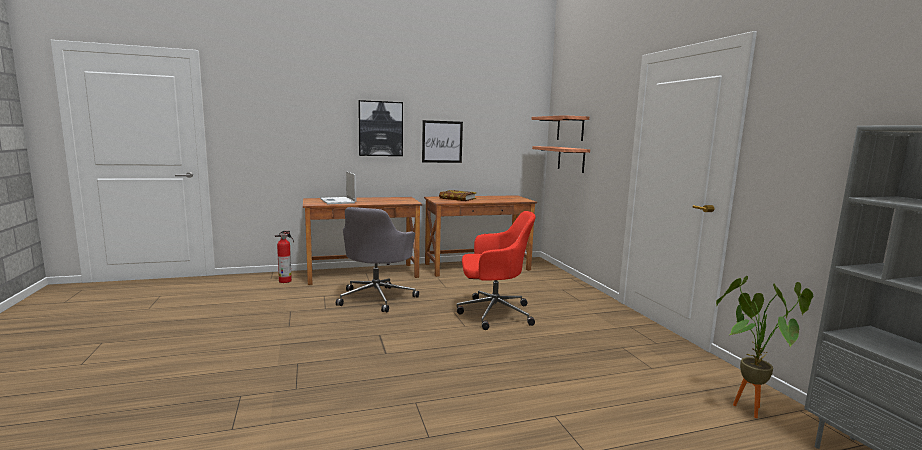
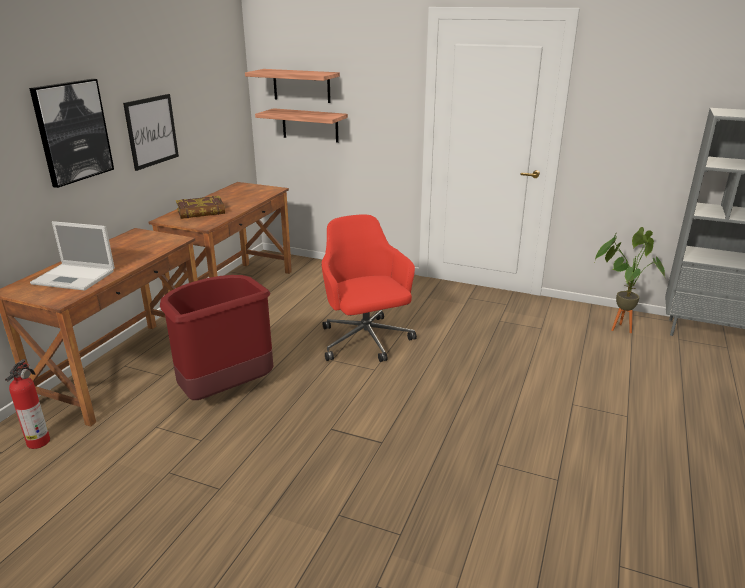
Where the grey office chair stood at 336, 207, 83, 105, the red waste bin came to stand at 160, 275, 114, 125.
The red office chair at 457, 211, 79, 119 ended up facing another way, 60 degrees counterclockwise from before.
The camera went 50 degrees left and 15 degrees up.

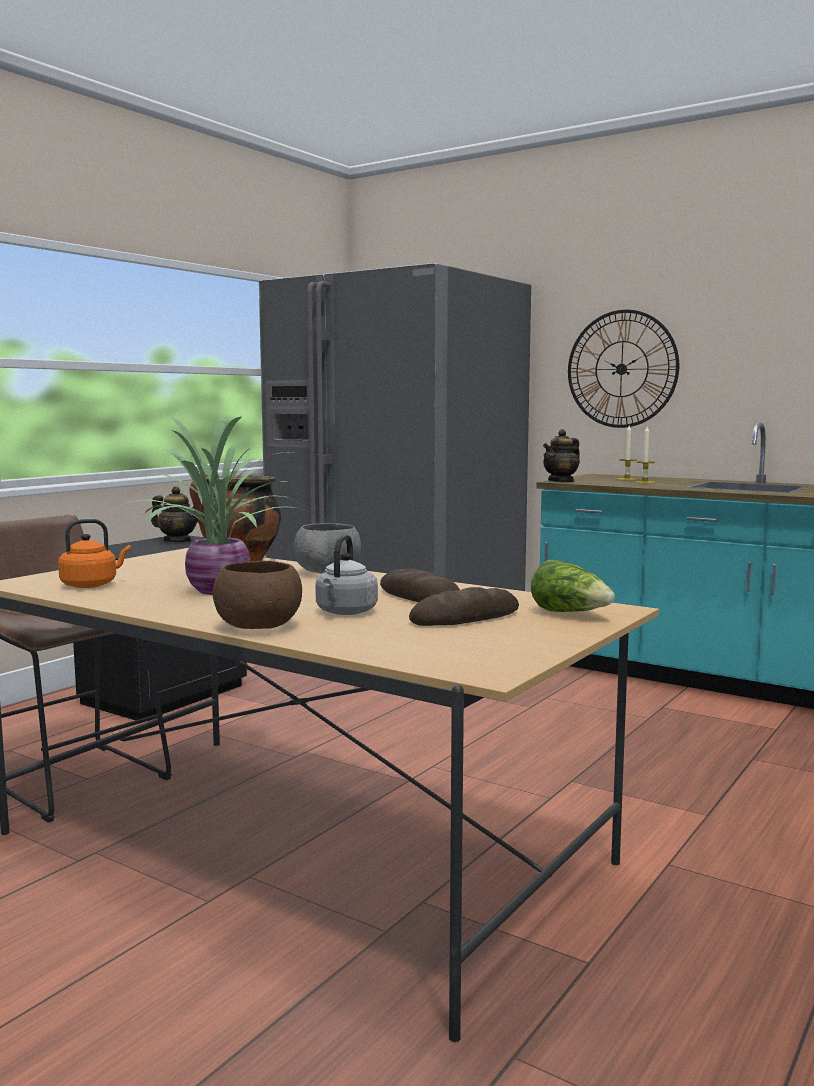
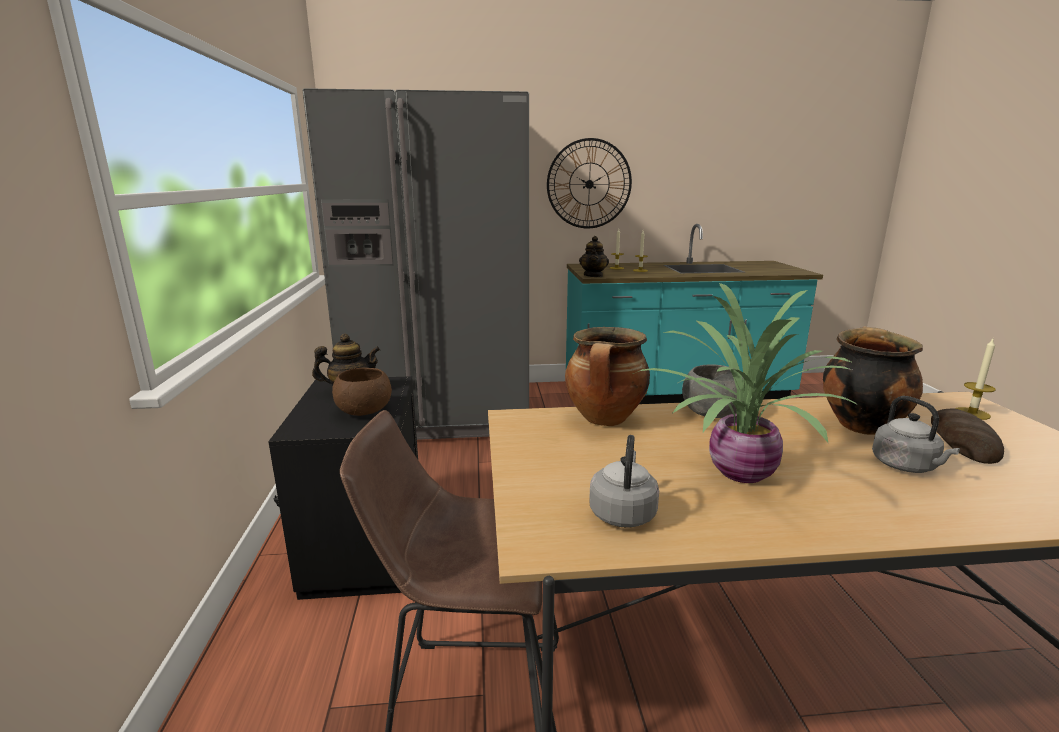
The brown serving bowl ended up elsewhere, having gone from 212, 561, 90, 68 to 332, 368, 60, 48.
Where the baked bread stood at 380, 569, 80, 33, the stockpot came to stand at 823, 326, 100, 109.
Where the lettuce head stood at 531, 559, 84, 53, the wax candle came to stand at 955, 339, 41, 81.
What was the orange-coloured water kettle at 58, 519, 73, 69 turned into the grey water kettle at 589, 435, 70, 92.
The camera went 40 degrees left and 10 degrees up.

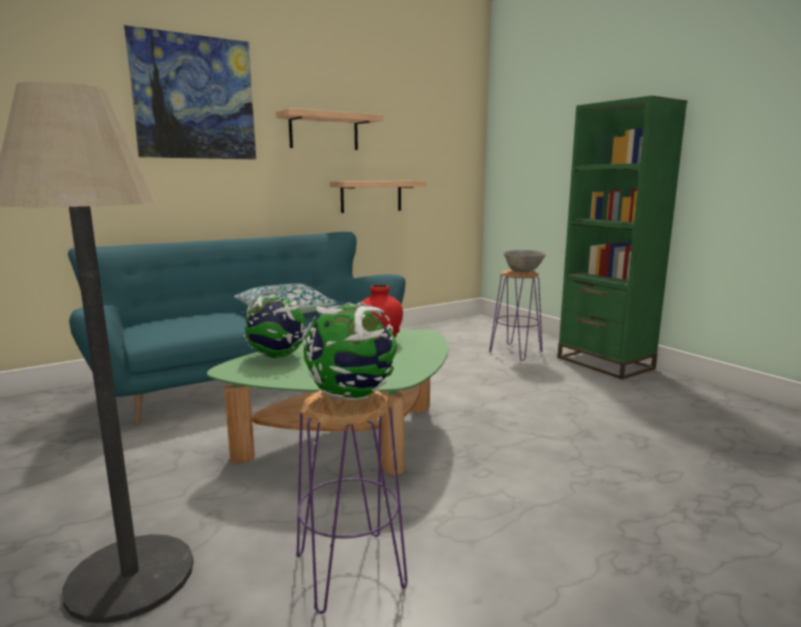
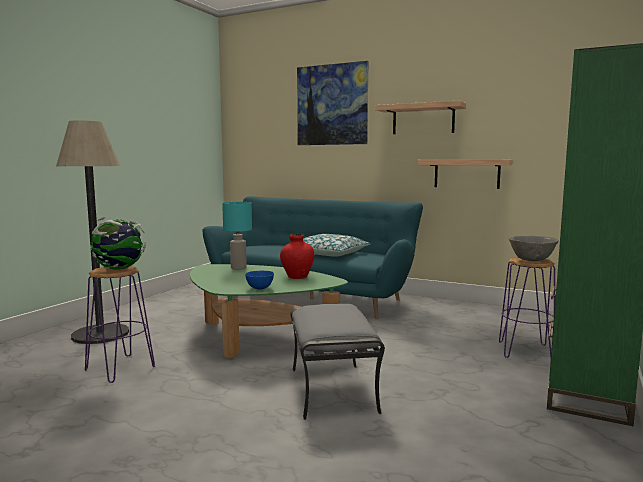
The second view gained the blue-coloured serving bowl at 245, 271, 29, 19.
The second view gained the grey ottoman at 290, 304, 95, 116.
Where the globe stood at 244, 291, 62, 67, the turquoise tabletop lamp came to stand at 222, 202, 30, 68.
The camera went 60 degrees right and 5 degrees down.

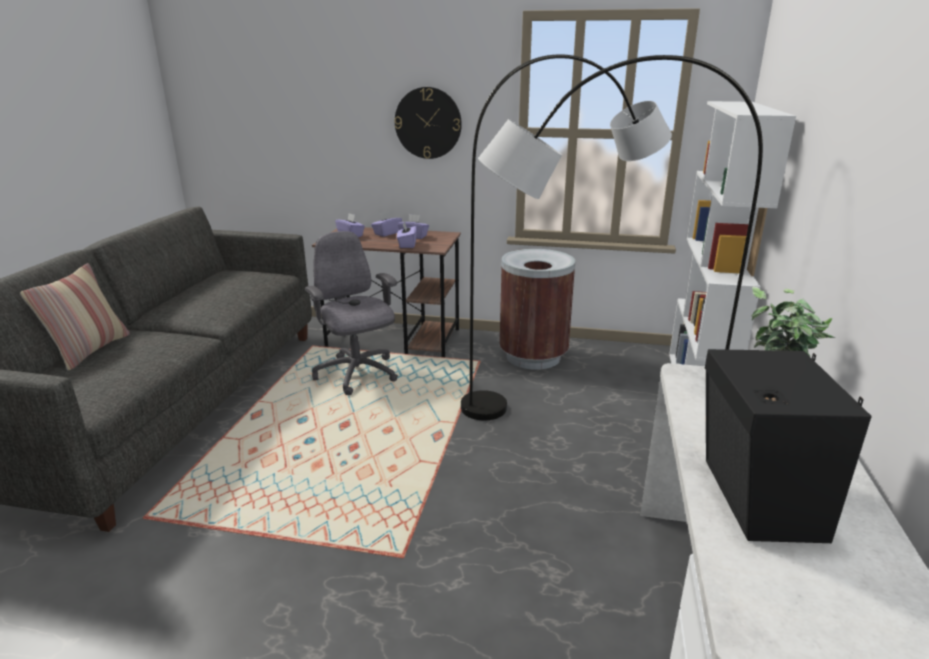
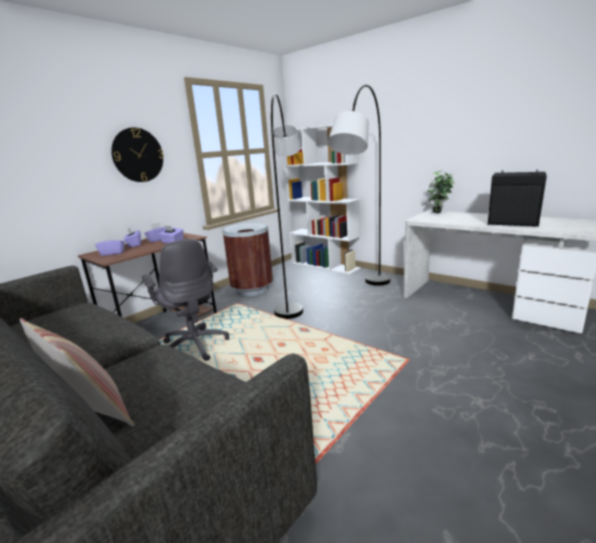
The grey office chair at 305, 231, 93, 164 ended up facing another way, 120 degrees counterclockwise from before.
The camera went 60 degrees left and 5 degrees down.

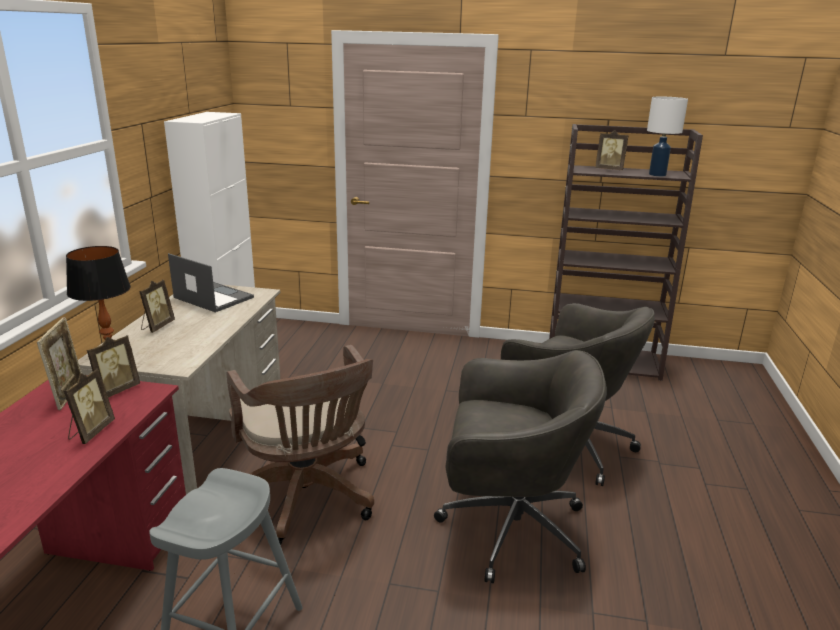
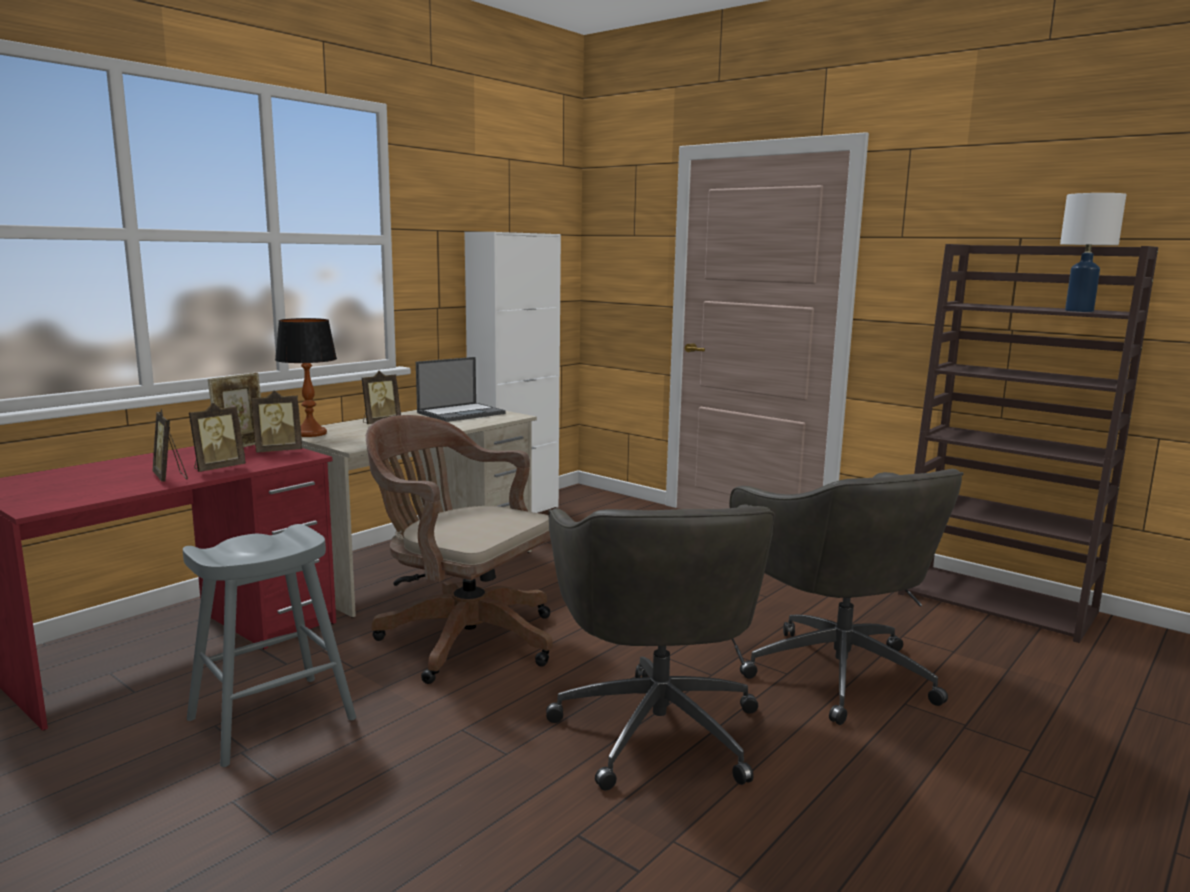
The standing frame ended up elsewhere, having gone from 595, 130, 34, 40 to 152, 409, 36, 73.
The notebook computer at 168, 253, 86, 60 ended up facing another way, 75 degrees clockwise from before.
The brown office chair at 227, 345, 147, 200 ended up facing another way, 120 degrees clockwise from before.
The grey office chair at 434, 350, 173, 233 ended up facing another way, 45 degrees clockwise from before.
The camera went 30 degrees right and 10 degrees down.

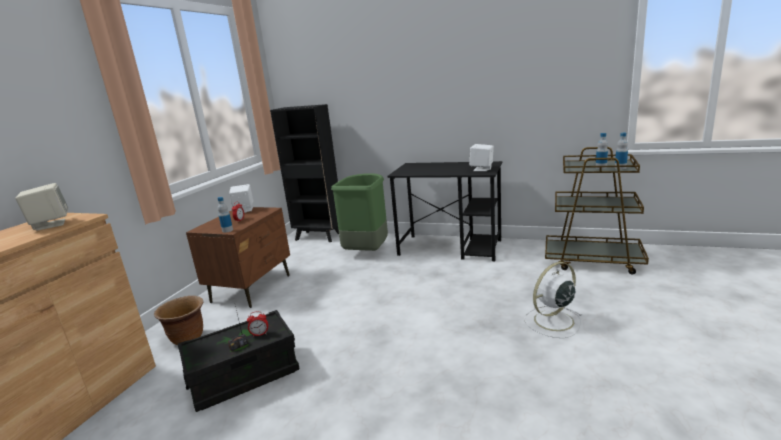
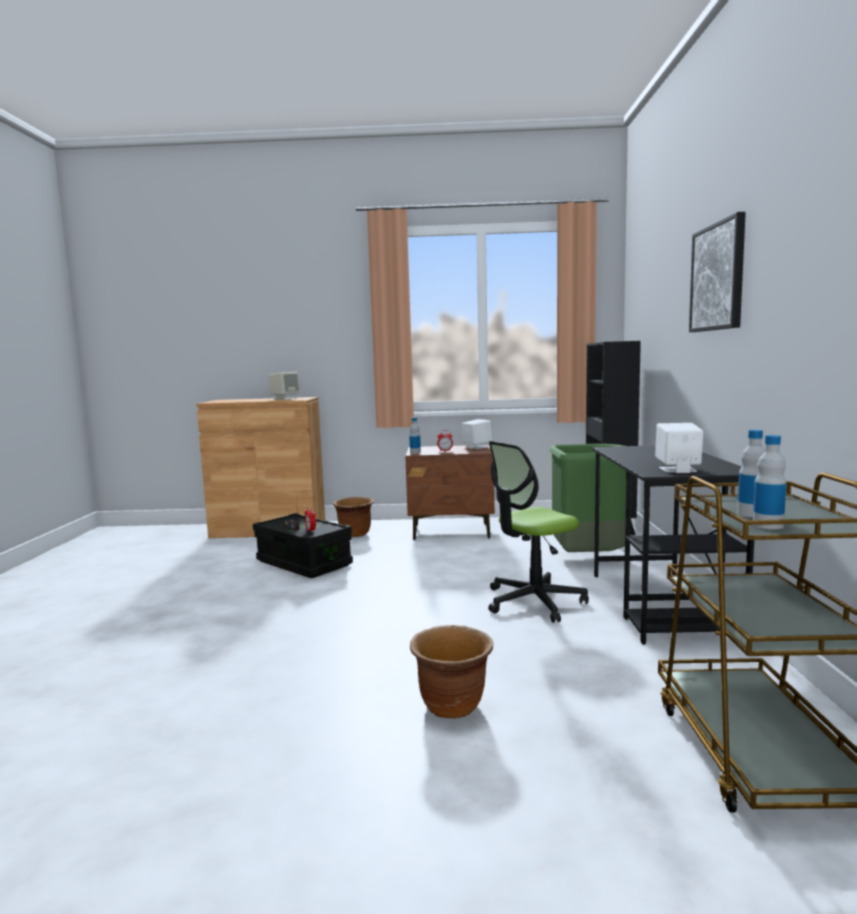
The second view gained the office chair at 488, 441, 101, 181.
The second view gained the picture at 689, 212, 57, 120.
Where the white electric fan stood at 524, 262, 58, 76, the brown plant pot came to stand at 410, 625, 83, 94.
The camera went 70 degrees right and 10 degrees down.

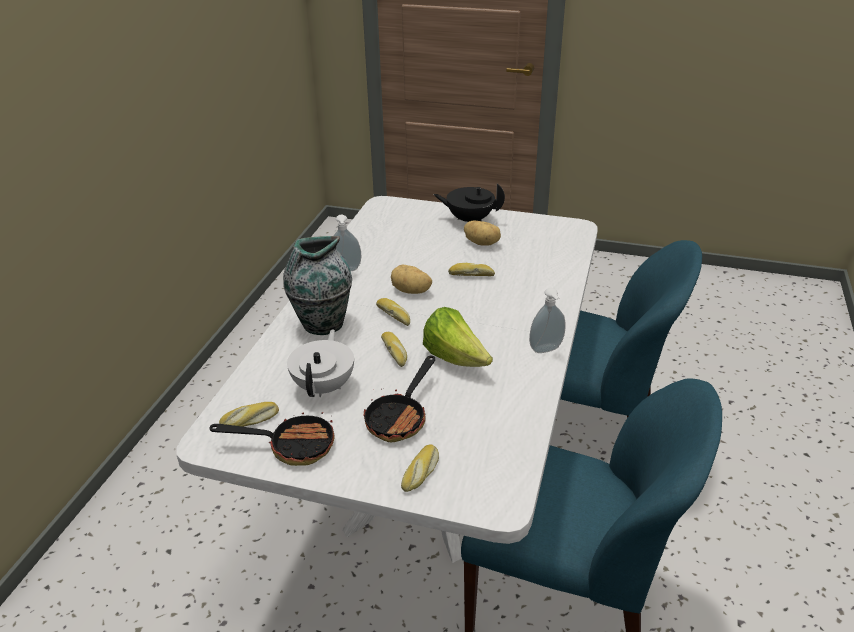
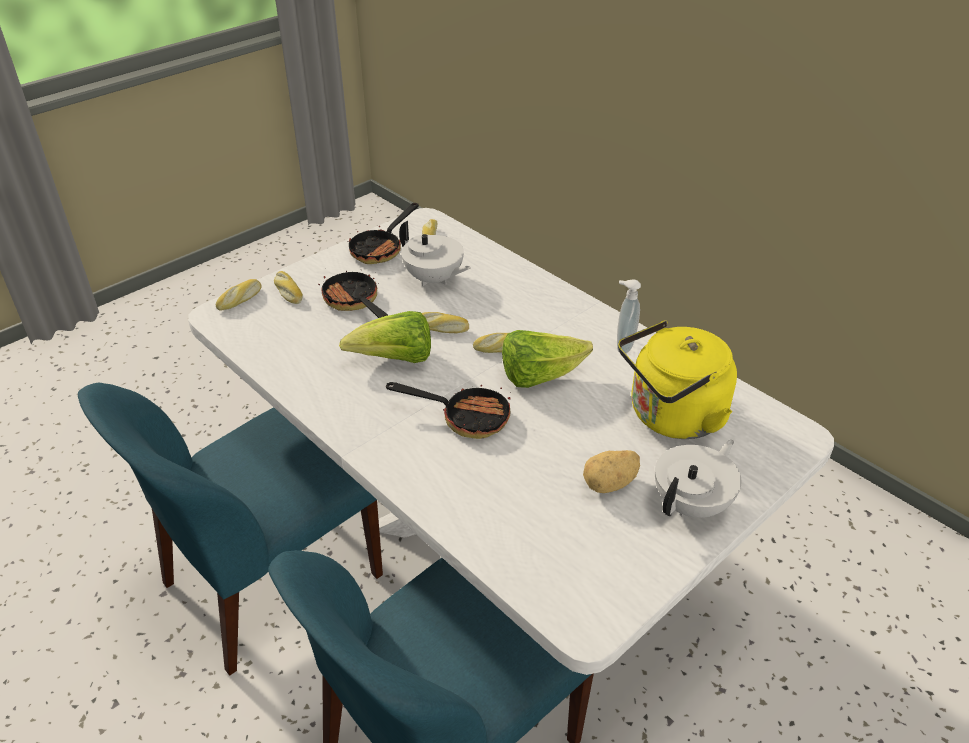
The second view lost the decorative vase at 283, 236, 69, 99.
The second view lost the liquid soap bottle at 529, 288, 36, 65.
The second view gained the pan at 386, 382, 125, 57.
The second view gained the yellowish water kettle at 618, 320, 119, 119.
The baked bread ended up elsewhere, having gone from 448, 263, 47, 13 to 216, 279, 46, 31.
Where the whole potato stood at 391, 265, 41, 29, the lettuce head came to stand at 502, 330, 91, 58.
What was the black-coloured teapot at 433, 183, 72, 39 turned into the white teapot at 655, 440, 87, 78.
The camera went 120 degrees right and 5 degrees up.

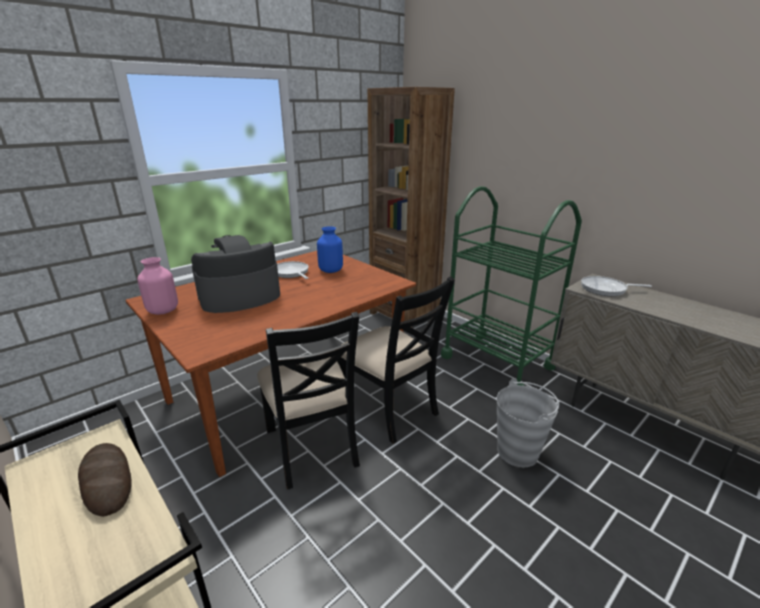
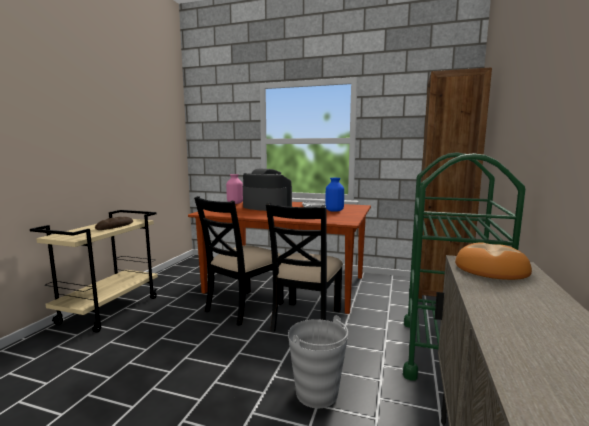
Where the pan stood at 581, 276, 71, 20, the baked bread came to stand at 455, 242, 77, 38.
The camera went 60 degrees right and 15 degrees down.

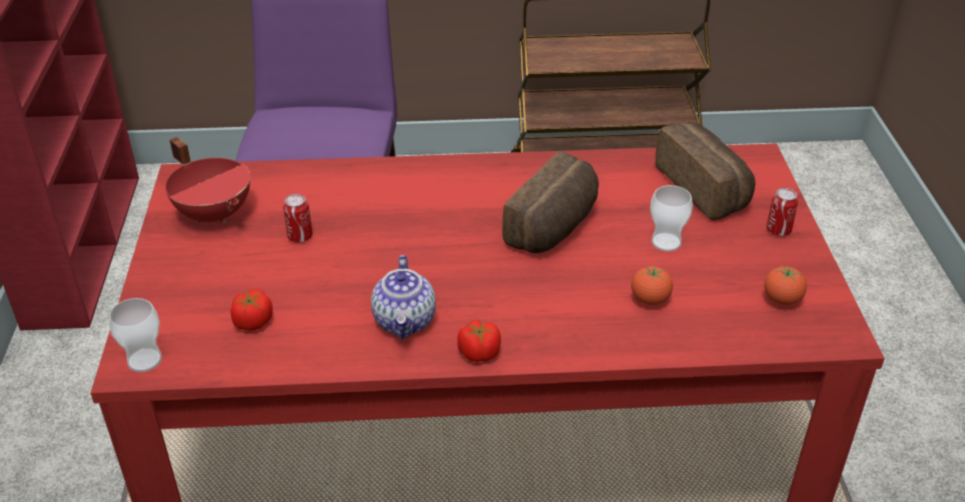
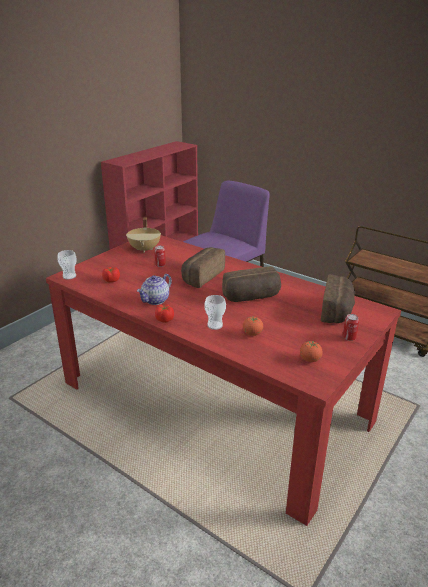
The second view gained the baked bread at 181, 247, 44, 41.
The small cup ended up elsewhere, having gone from 650, 185, 43, 66 to 204, 295, 22, 35.
What was the red stockpot at 165, 137, 86, 86 turned into the beige stockpot at 126, 217, 35, 36.
The camera went 40 degrees right and 10 degrees down.

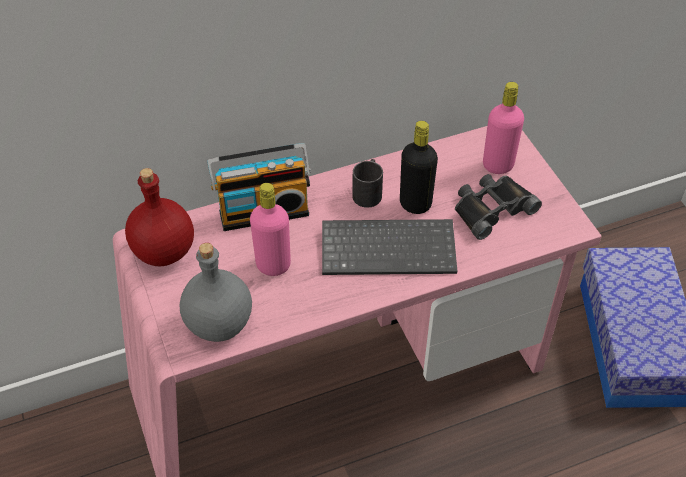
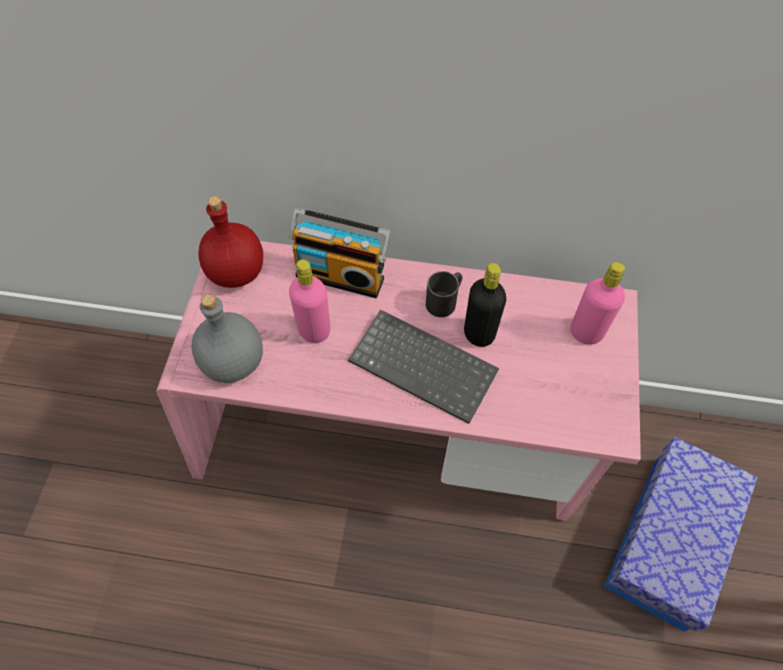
The second view lost the black-coloured pair of binoculars at 455, 174, 87, 66.
The camera went 30 degrees right and 10 degrees up.

